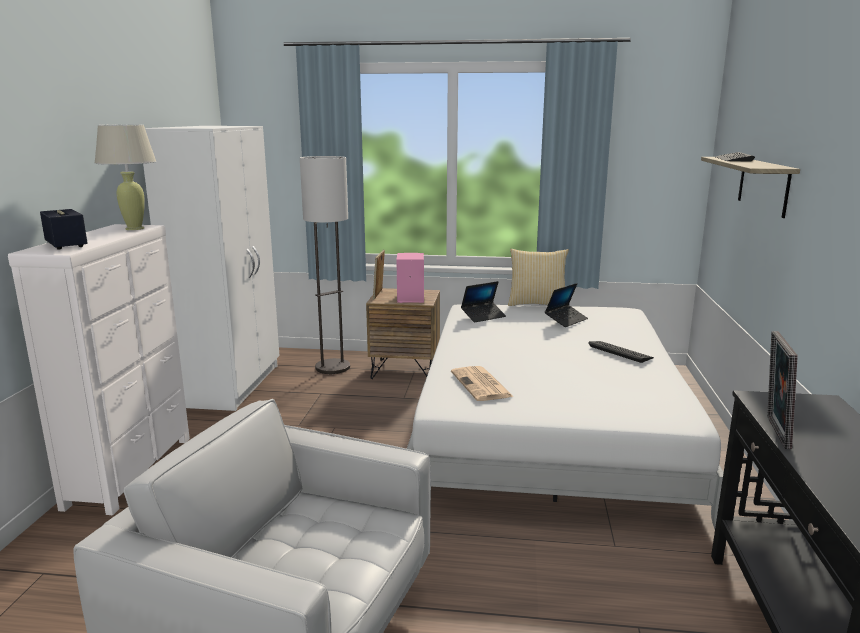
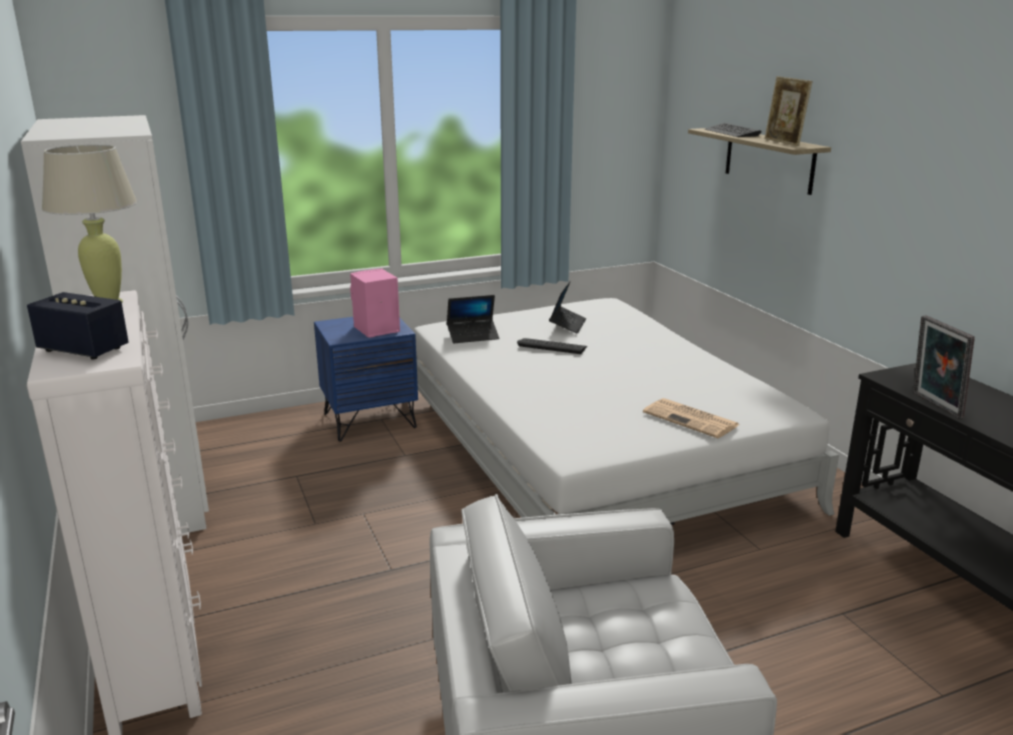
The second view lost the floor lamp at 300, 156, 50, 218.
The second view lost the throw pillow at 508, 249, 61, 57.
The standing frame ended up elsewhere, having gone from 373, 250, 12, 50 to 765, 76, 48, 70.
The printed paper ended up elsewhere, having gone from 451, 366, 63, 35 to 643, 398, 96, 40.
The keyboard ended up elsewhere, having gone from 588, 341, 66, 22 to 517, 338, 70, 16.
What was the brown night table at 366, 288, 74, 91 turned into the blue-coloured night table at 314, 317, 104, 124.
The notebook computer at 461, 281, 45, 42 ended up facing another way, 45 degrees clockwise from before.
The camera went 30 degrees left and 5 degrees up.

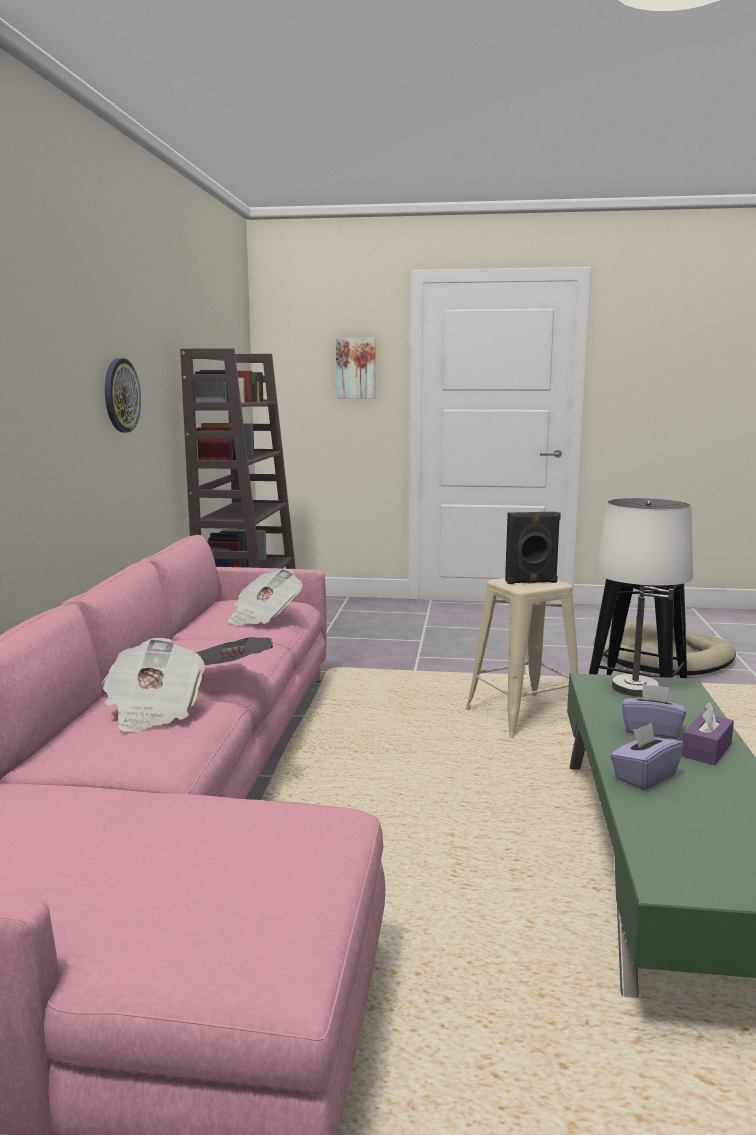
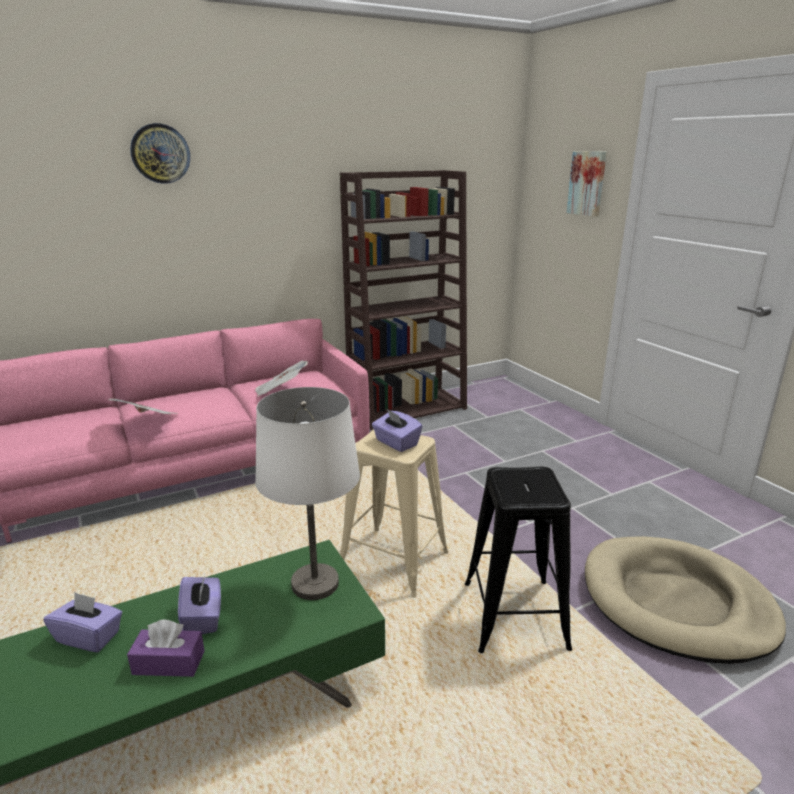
The second view lost the printed paper at 102, 638, 103, 94.
The hanging clock ended up elsewhere, having gone from 105, 358, 36, 75 to 130, 123, 60, 61.
Where the black-coloured speaker stood at 505, 512, 56, 72, the purple box of tissues came to stand at 372, 409, 51, 43.
The camera went 55 degrees right and 10 degrees up.

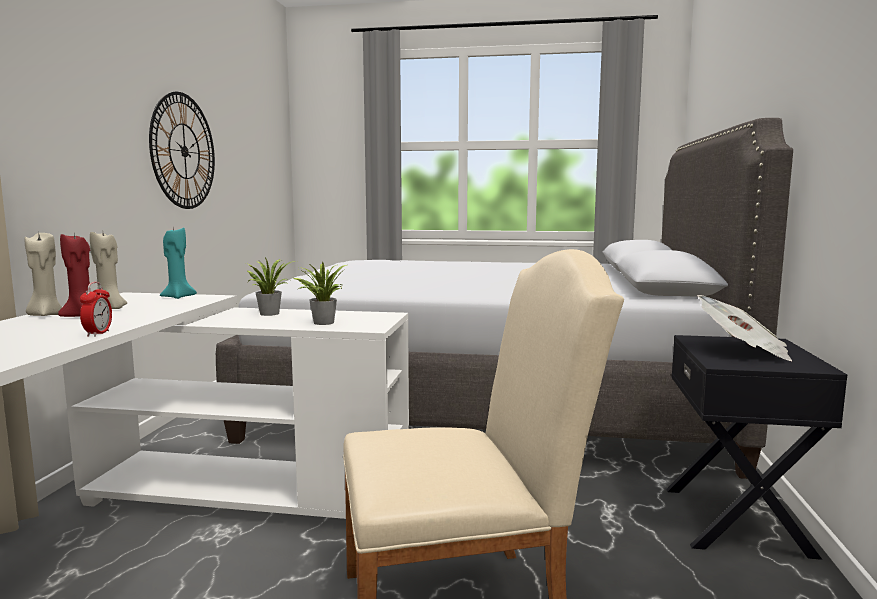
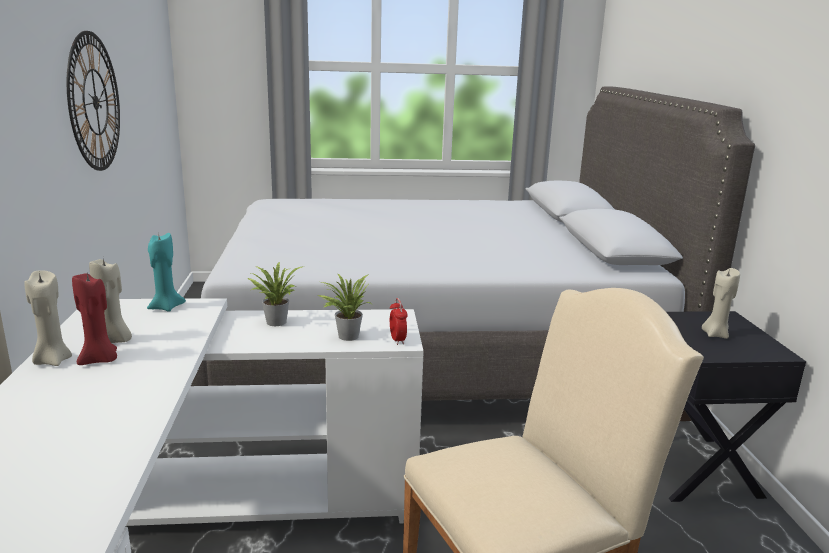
The table clock ended up elsewhere, having gone from 80, 282, 32, 55 to 390, 298, 18, 47.
Where the printed paper stood at 697, 295, 96, 67, the beige wax candle came to stand at 702, 268, 38, 71.
The camera went 15 degrees left and 10 degrees up.

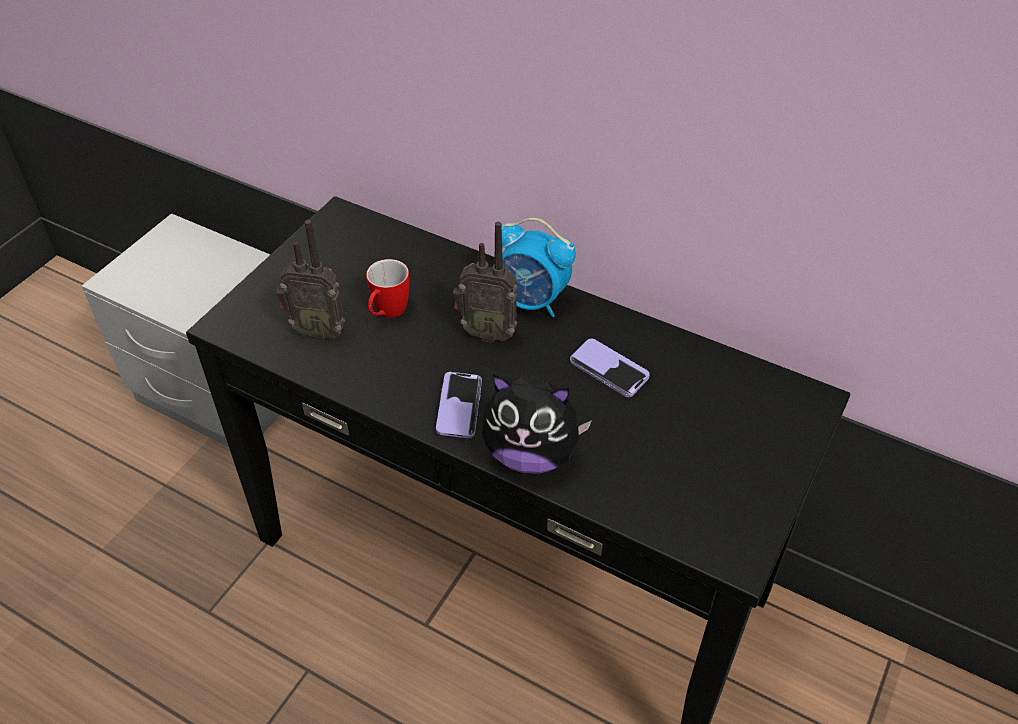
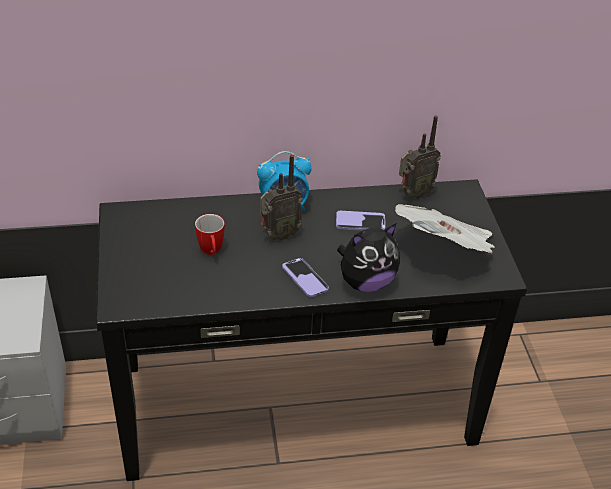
The second view gained the printed paper at 395, 204, 100, 49.
The radio ended up elsewhere, having gone from 276, 220, 69, 121 to 399, 115, 42, 84.
The camera went 40 degrees left and 5 degrees down.

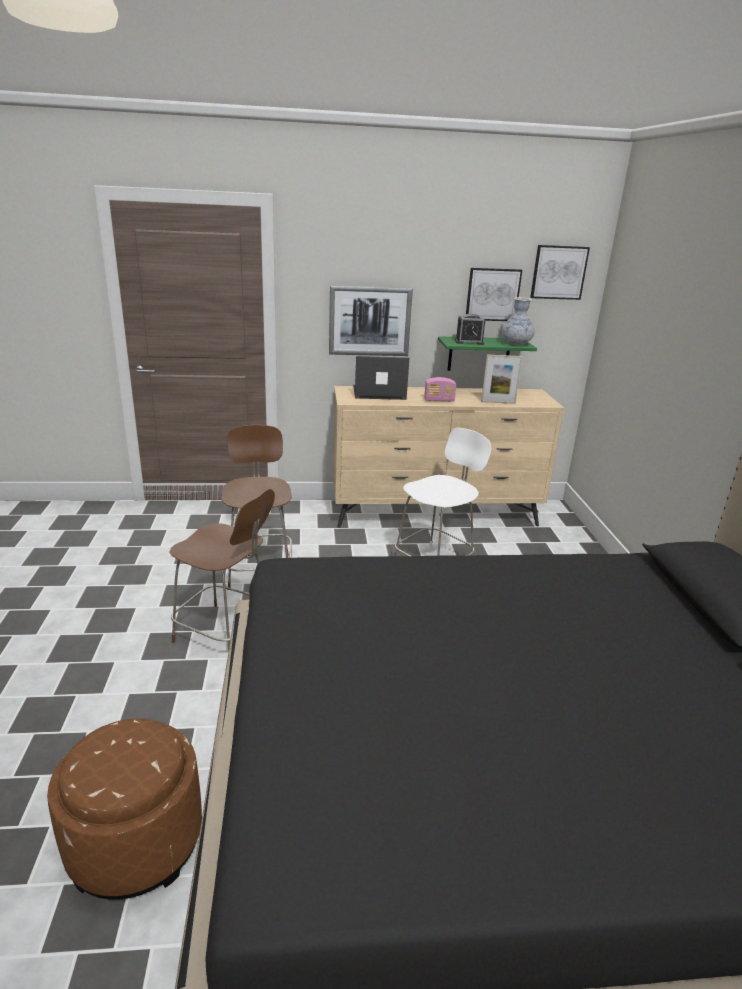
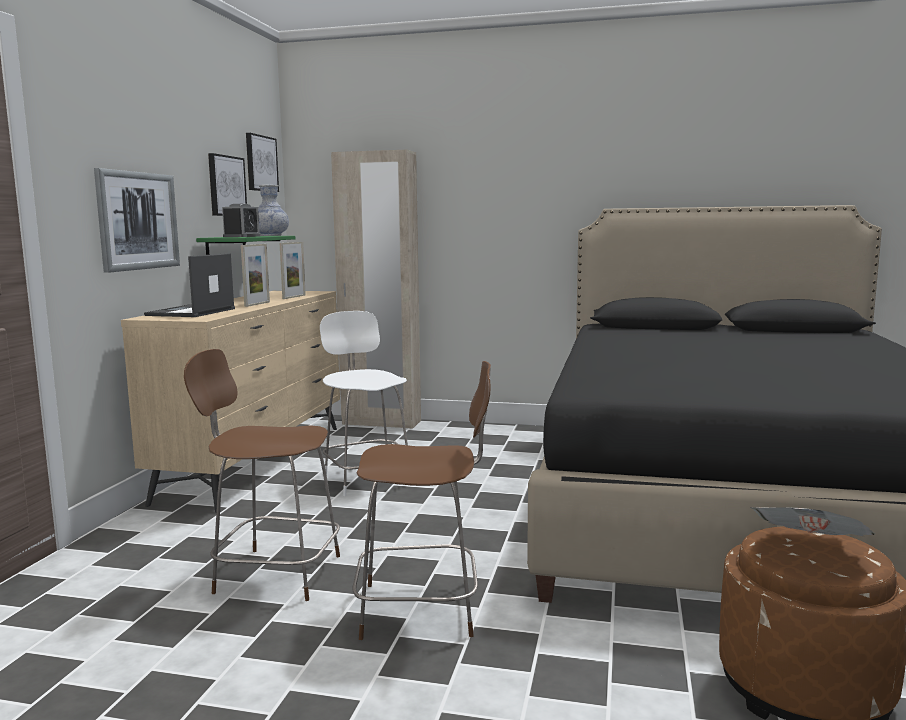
The second view gained the beige clothes cupboard at 331, 150, 90, 279.
The second view gained the printed paper at 750, 507, 125, 29.
Where the radio stood at 424, 377, 32, 25, the standing frame came to stand at 241, 244, 29, 63.
The brown upright chair at 169, 489, 106, 163 ended up facing another way, 45 degrees clockwise from before.
The camera went 70 degrees left and 15 degrees down.

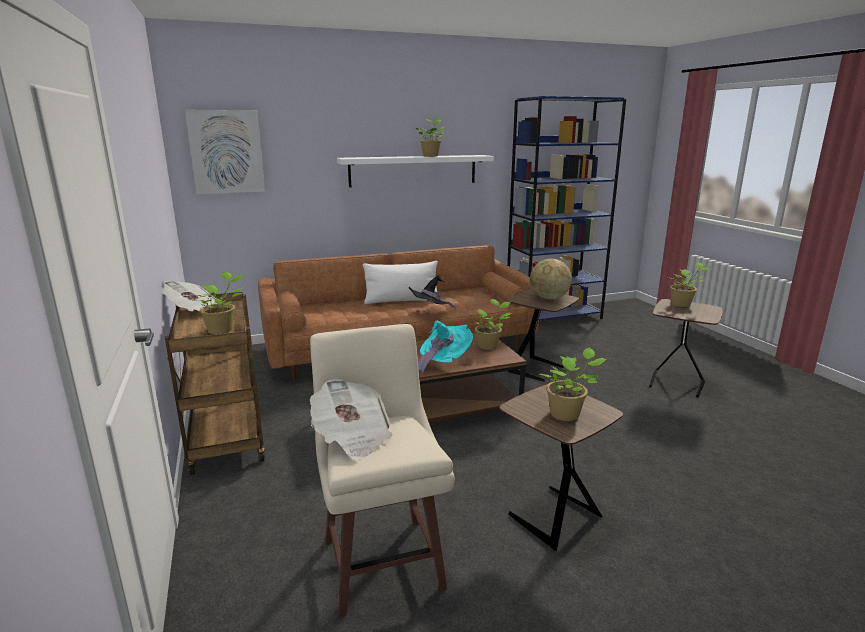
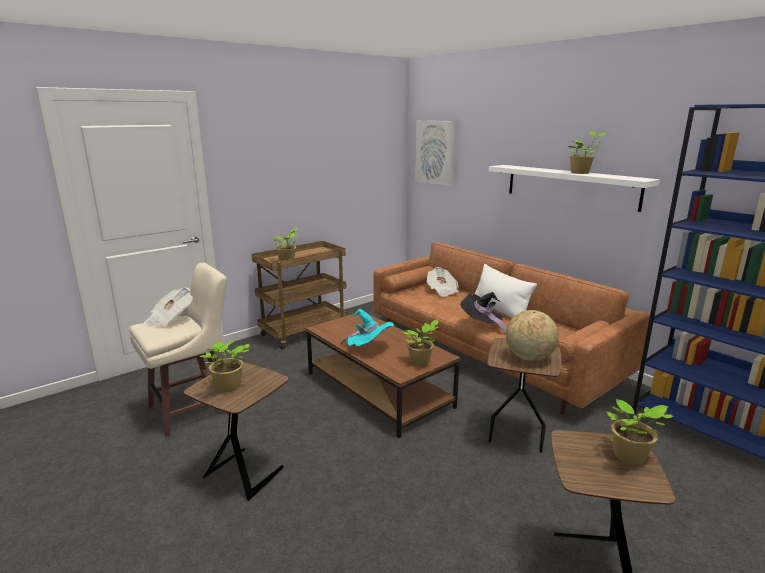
The printed paper ended up elsewhere, having gone from 162, 281, 55, 30 to 427, 267, 32, 30.
The camera went 70 degrees right and 0 degrees up.

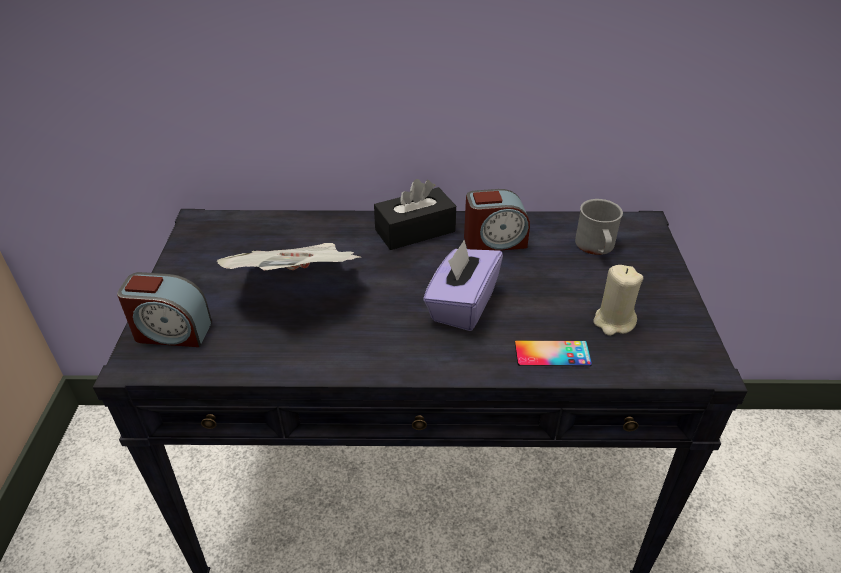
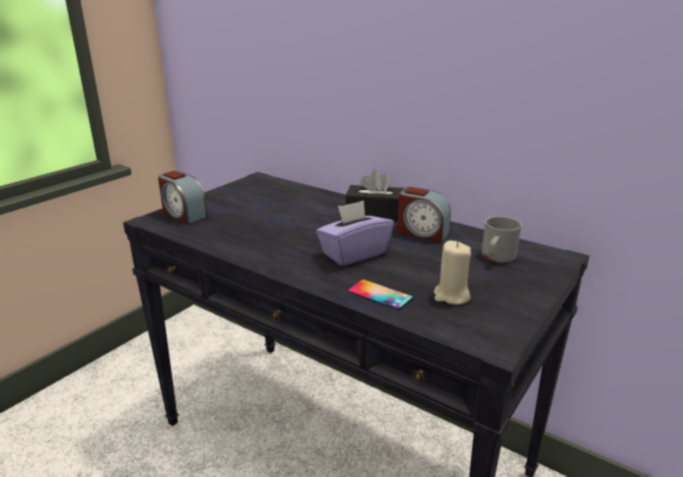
The second view lost the printed paper at 217, 243, 143, 27.
The camera went 35 degrees right and 15 degrees down.

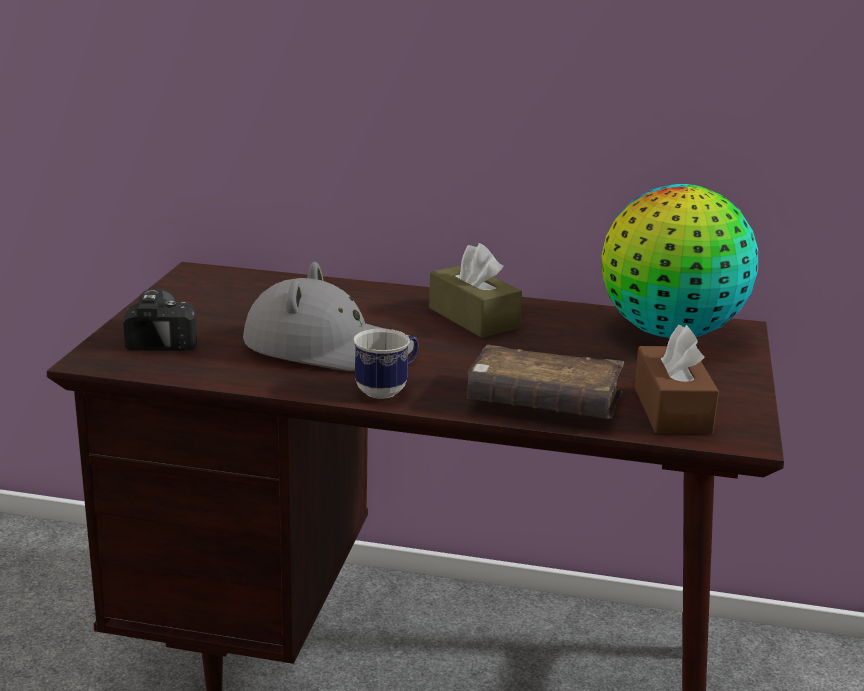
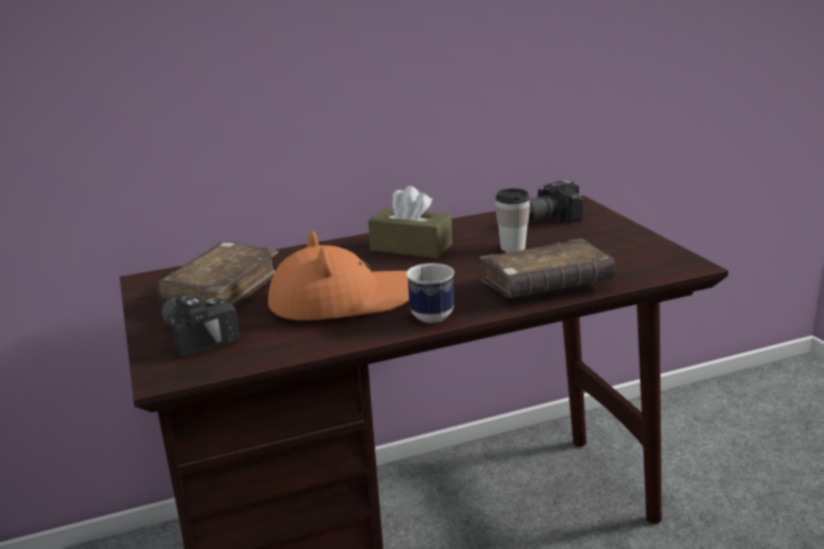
The second view lost the brown box of tissues at 634, 325, 85, 109.
The second view gained the brown volume at 156, 242, 123, 65.
The second view gained the small cup at 495, 188, 35, 64.
Where the globe stood at 601, 184, 157, 154, the still camera came to stand at 529, 180, 54, 43.
What was the grey wearable hat at 243, 262, 171, 109 turned into the orange-coloured wearable hat at 268, 231, 141, 89.
The camera went 30 degrees left and 0 degrees up.

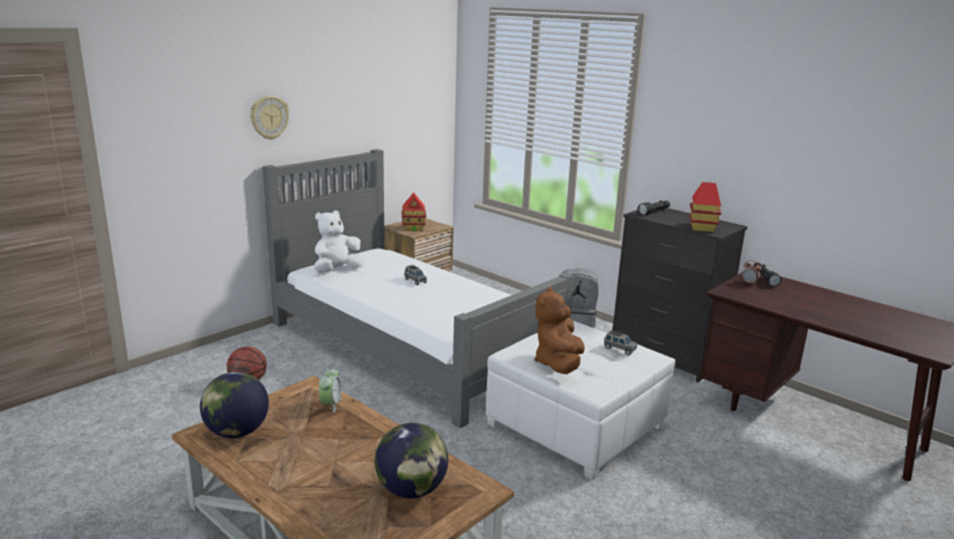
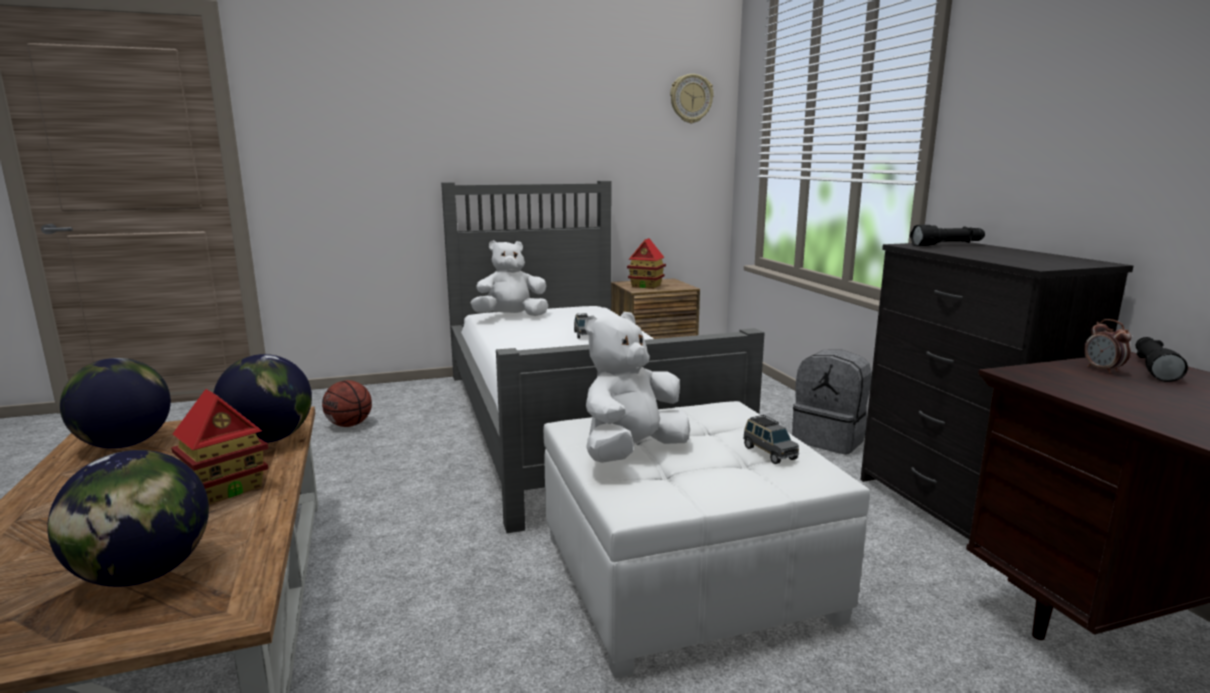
The hanging clock ended up elsewhere, having gone from 250, 96, 39, 44 to 670, 74, 44, 49.
The model house ended up elsewhere, having gone from 689, 182, 32, 50 to 171, 389, 97, 115.
Where the table clock stood at 319, 368, 23, 45, the globe came to stand at 214, 354, 98, 89.
What was the brown plush toy at 535, 287, 50, 87 turned into the white plush toy at 585, 312, 105, 151.
The camera went 30 degrees right and 5 degrees down.

